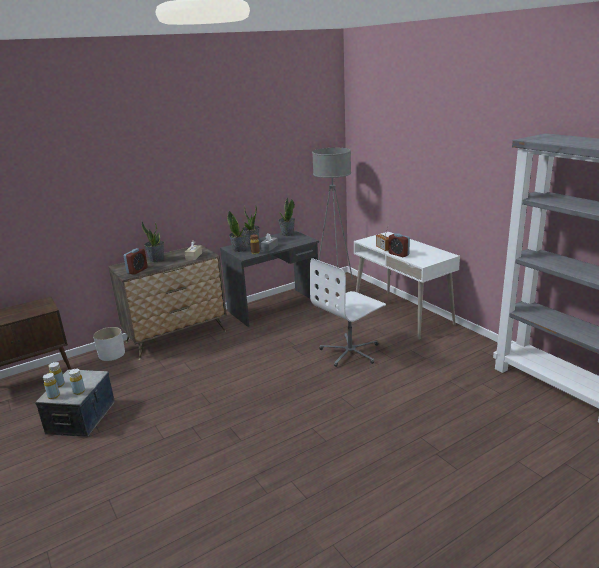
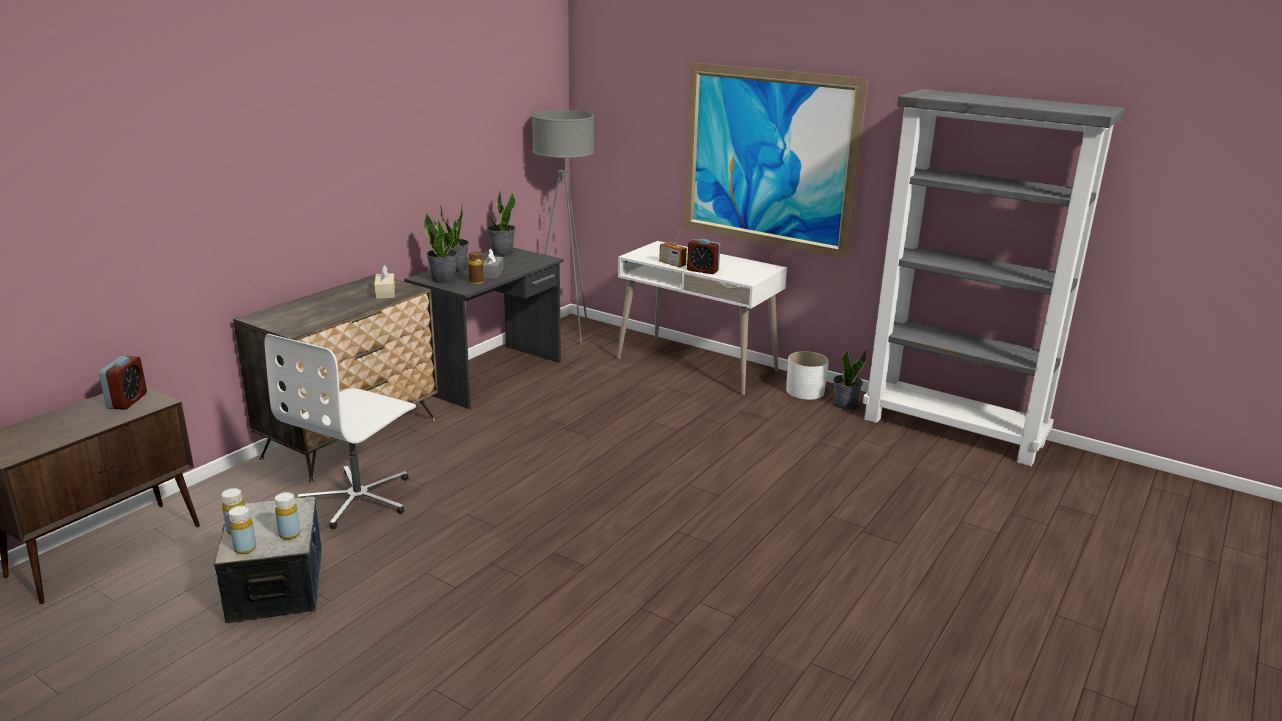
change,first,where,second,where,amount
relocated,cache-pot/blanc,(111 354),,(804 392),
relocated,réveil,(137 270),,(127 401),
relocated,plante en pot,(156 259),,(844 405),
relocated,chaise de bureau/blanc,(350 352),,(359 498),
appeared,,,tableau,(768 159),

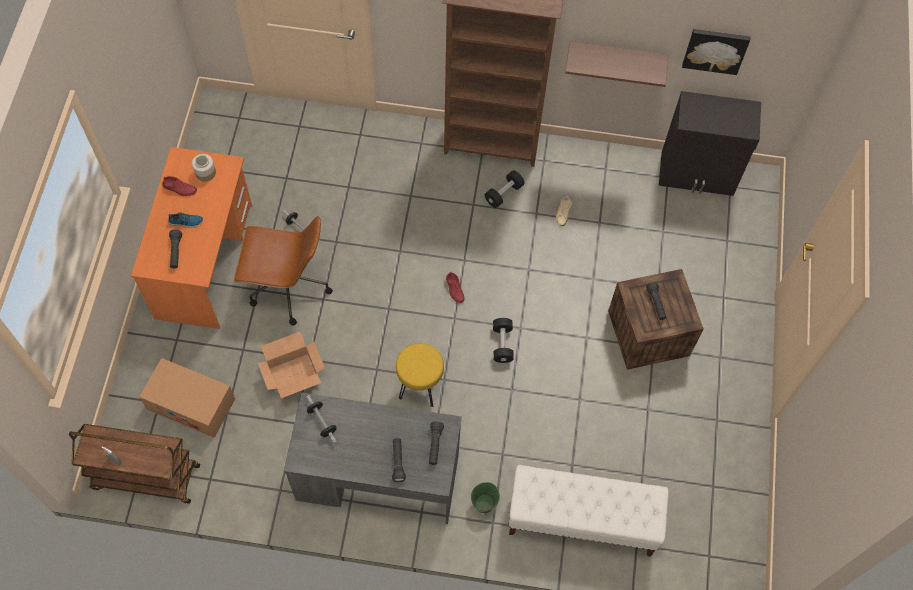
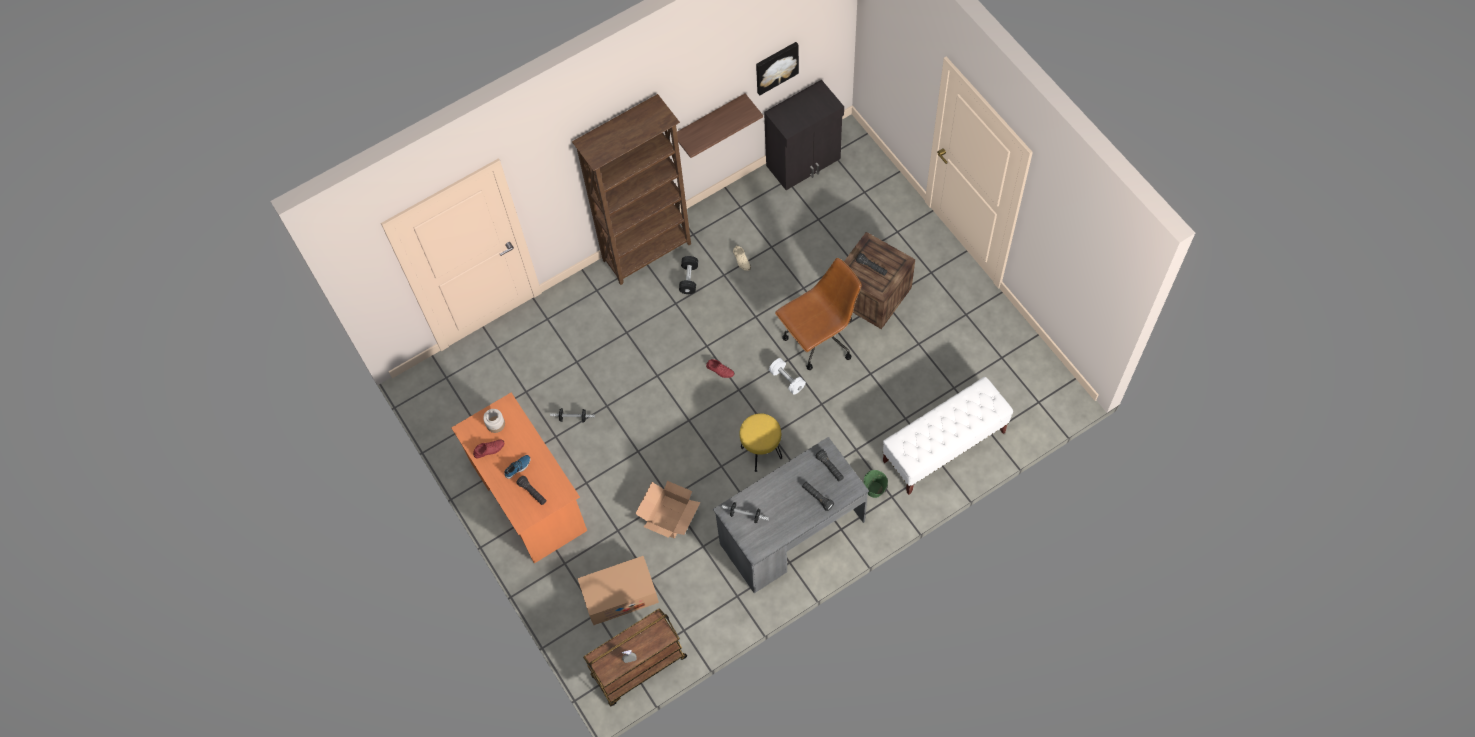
change,first,where,second,where,amount
relocated,chaise de bureau/marron,(287 288),,(819 339),
colour,haltère/noir,(502 344),haltère/blanc,(787 380),

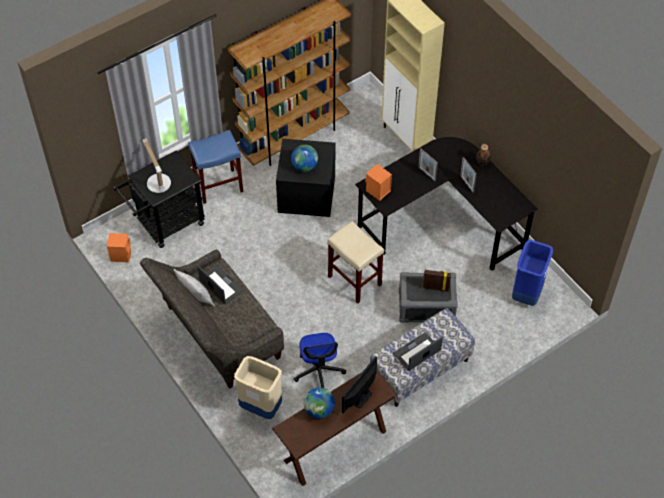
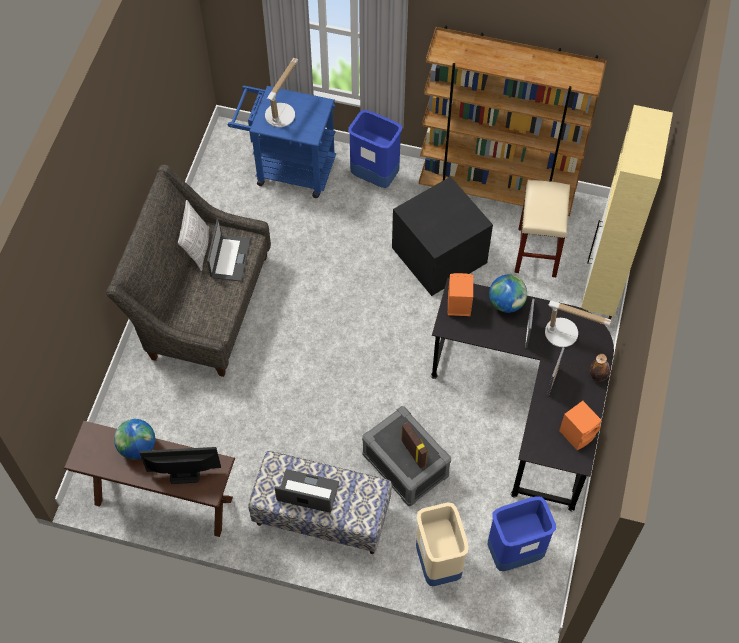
change,first,where,second,where,amount
relocated,enceinte/orange,(121 254),,(578 433),
colour,chariot/noir,(166 224),chariot/bleu,(288 169),
exchanged,tabouret/bleu,(219 185),poubelle/bleu,(375 176),
relocated,poubelle/beige,(261 406),,(438 563),
relocated,globe,(304 166),,(506 303),
missing,chaise de bureau,(319 371),,,
relocated,tabouret/beige,(354 280),,(536 251),
appeared,,,lampe de table,(565 334),

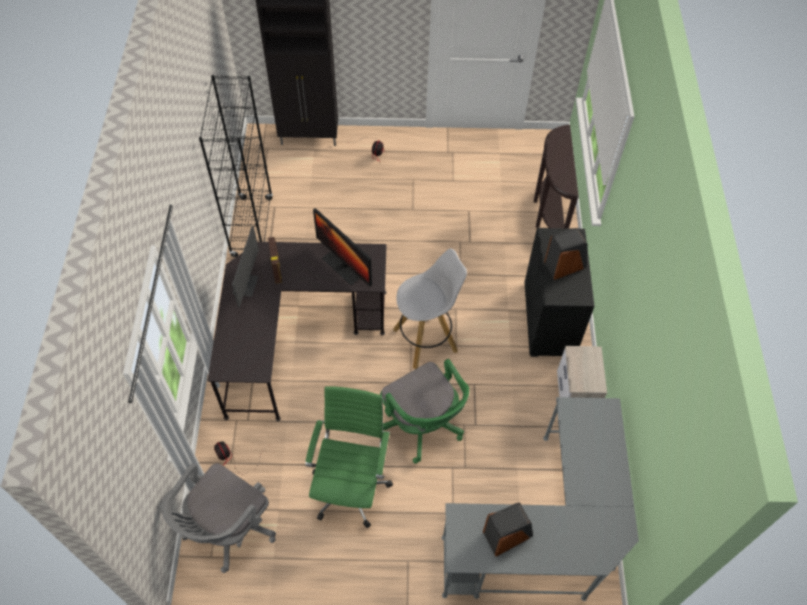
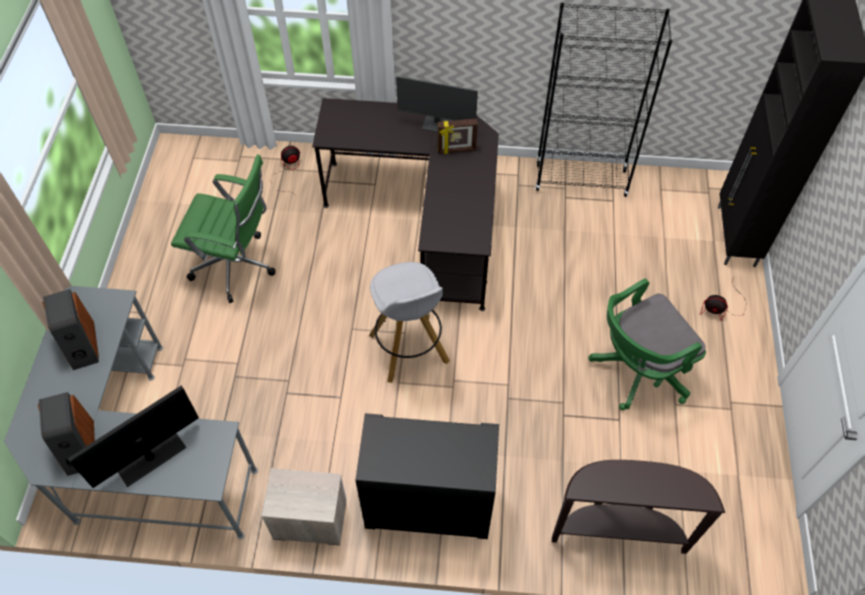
change,first,where,second,where,amount
missing,chaise de bureau/gris,(227 529),,,
relocated,écran d'ordinateur,(344 266),,(149 456),
relocated,chaise de bureau/vert,(423 426),,(636 371),
relocated,enceinte,(565 265),,(79 447),

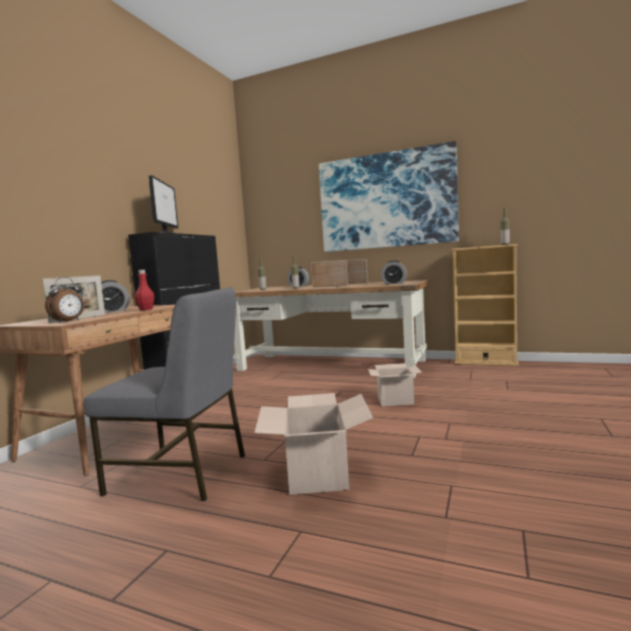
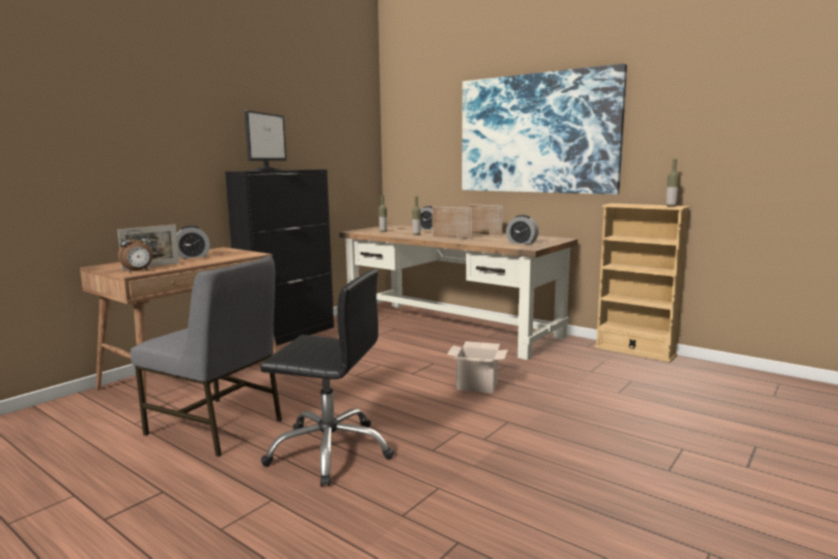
change,first,where,second,where,amount
missing,bouteille/rouge,(146 309),,,
exchanged,carton,(318 473),chaise de bureau/noir,(330 451),

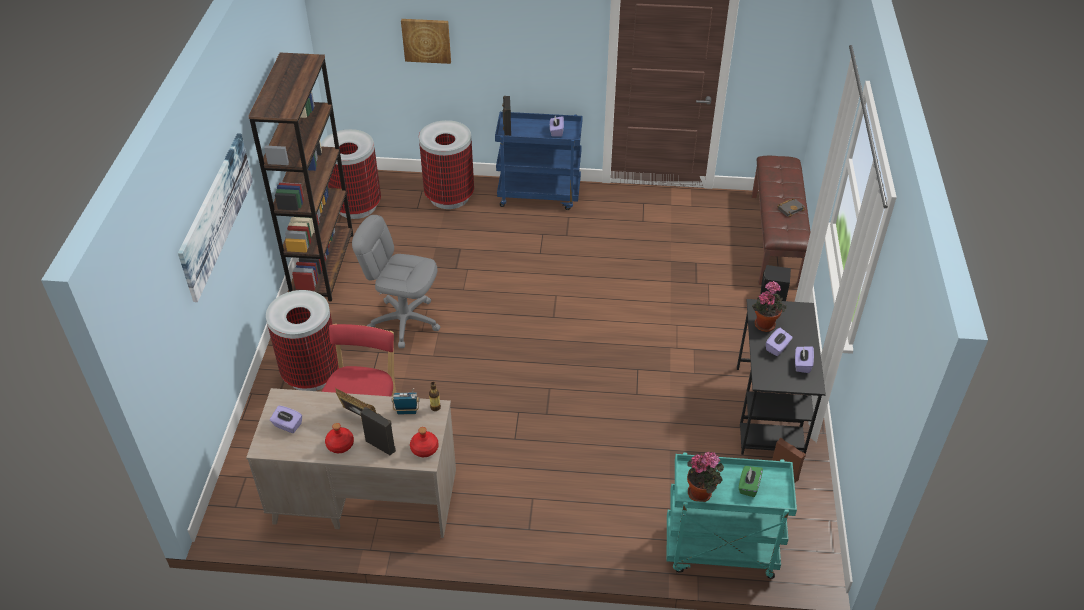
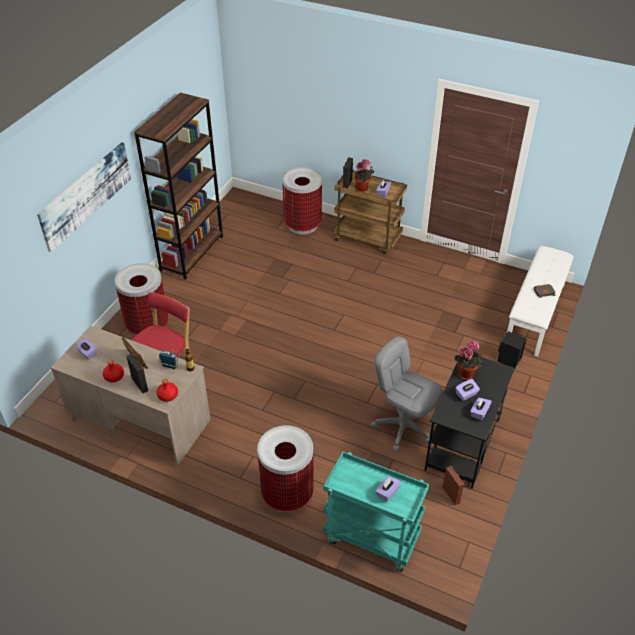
change,first,where,second,where,amount
relocated,poubelle,(356 206),,(287 494),
relocated,chaise de bureau/gris,(405 321),,(403 426),
missing,tableau,(426 40),,,
colour,chariot/bleu,(539 195),chariot/marron,(368 239),
relocated,plante en pot,(702 493),,(363 189),
colour,boîte à mouchoirs/vert,(748 486),boîte à mouchoirs/violet,(387 492),
colour,banc/marron,(776 239),banc/blanc,(535 314),

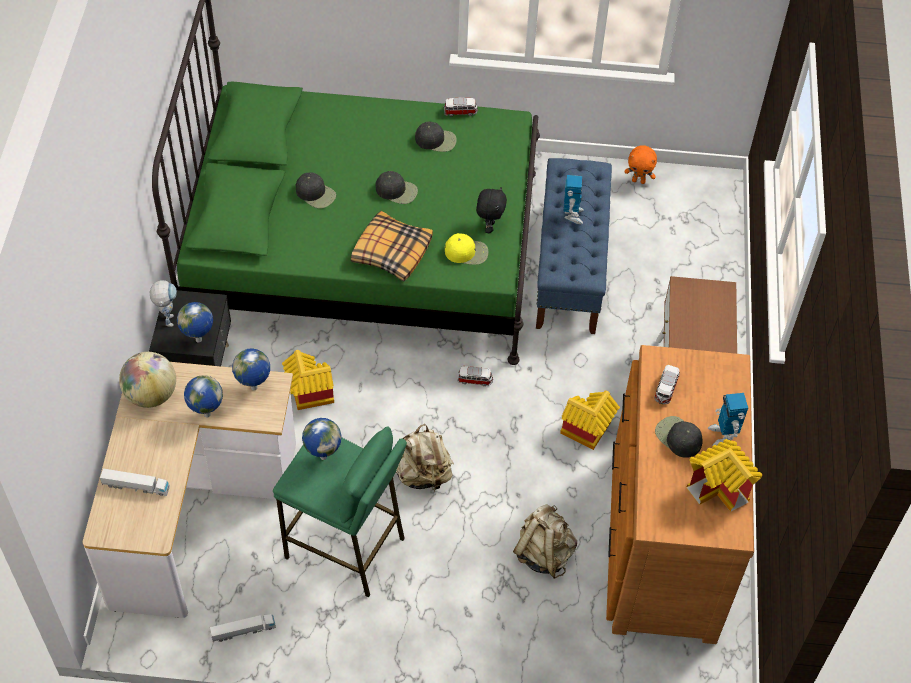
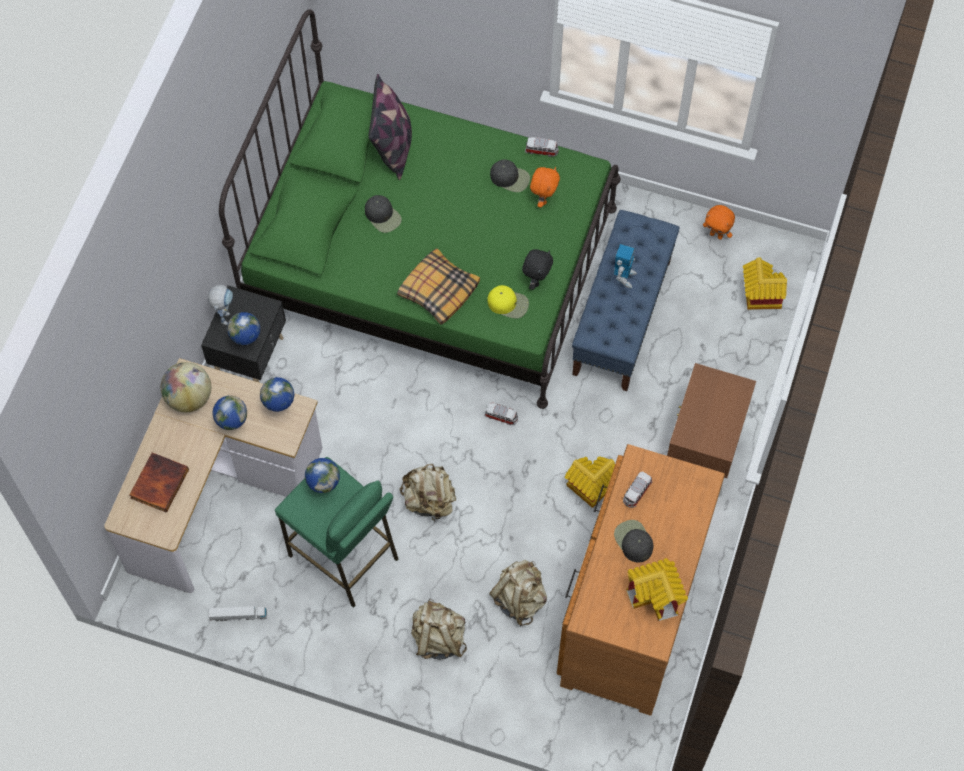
change,first,where,second,where,amount
exchanged,camion jouet,(136 486),livre,(158 483),
relocated,maison miniature,(307 395),,(758 297),
missing,casquette/noir,(397 191),,,
missing,robot jouet,(723 435),,,
appeared,,,coussin,(393 147),
appeared,,,sac à dos/beige,(438 638),
appeared,,,peluche/orange,(543 199),

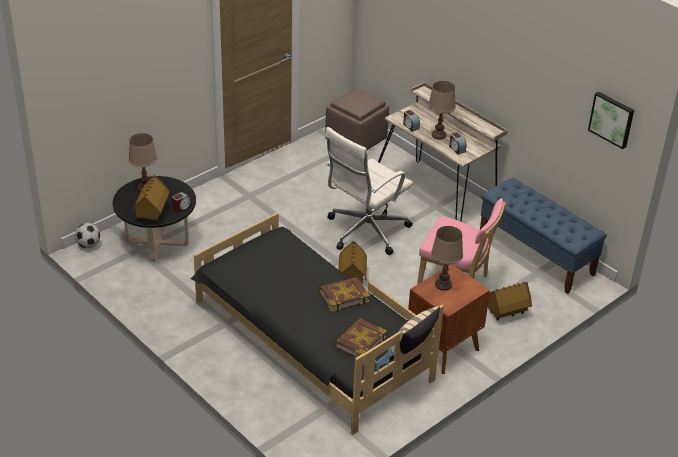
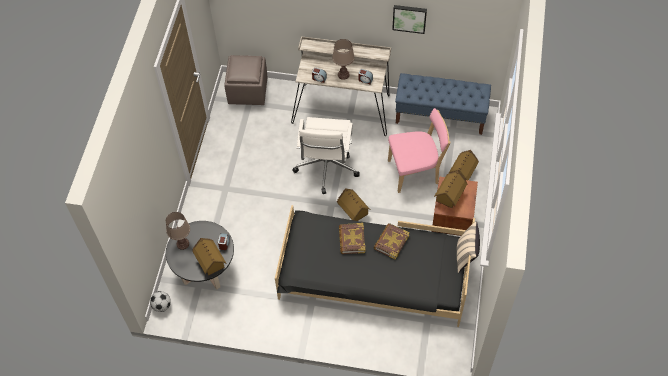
change,first,where,second,where,amount
relocated,livre,(360 342),,(351 240),
exchanged,lampe de table/marron,(443 284),maison miniature,(449 196),
relocated,tableau,(612 119),,(409 18),

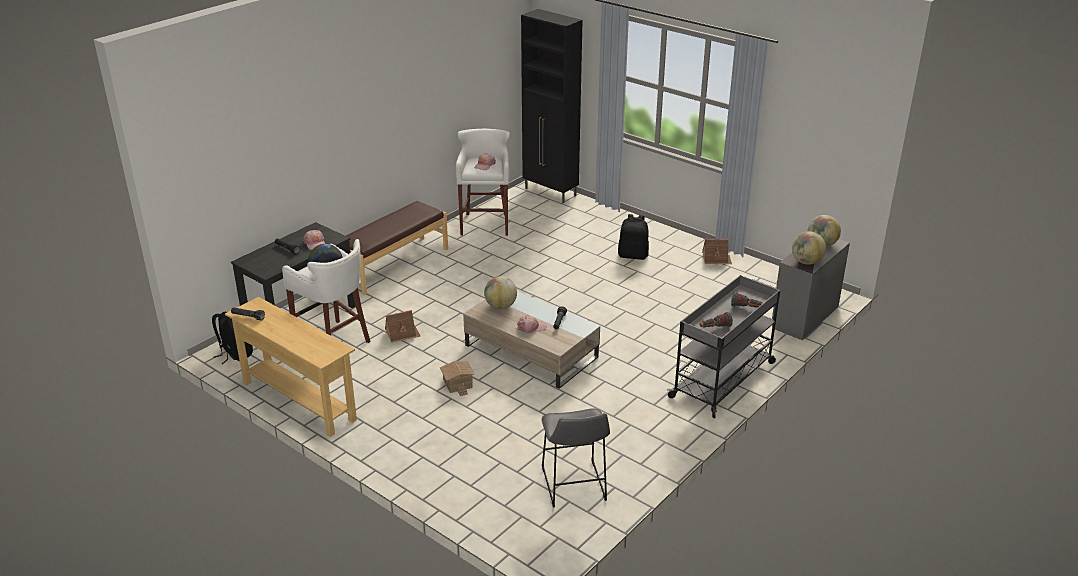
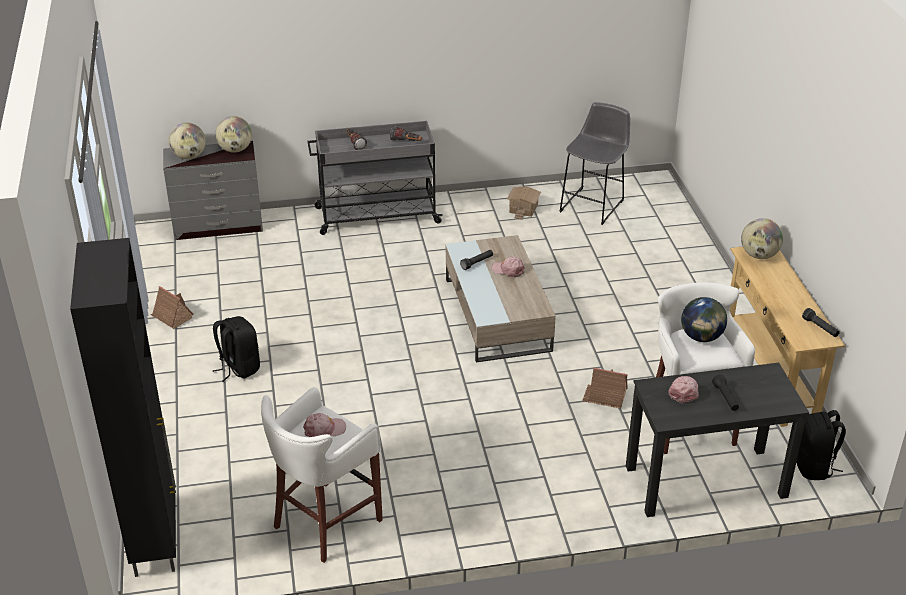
change,first,where,second,where,amount
missing,banc/marron,(394 264),,,
relocated,maison miniature,(457 384),,(524 208),
relocated,globe,(500 306),,(759 255),

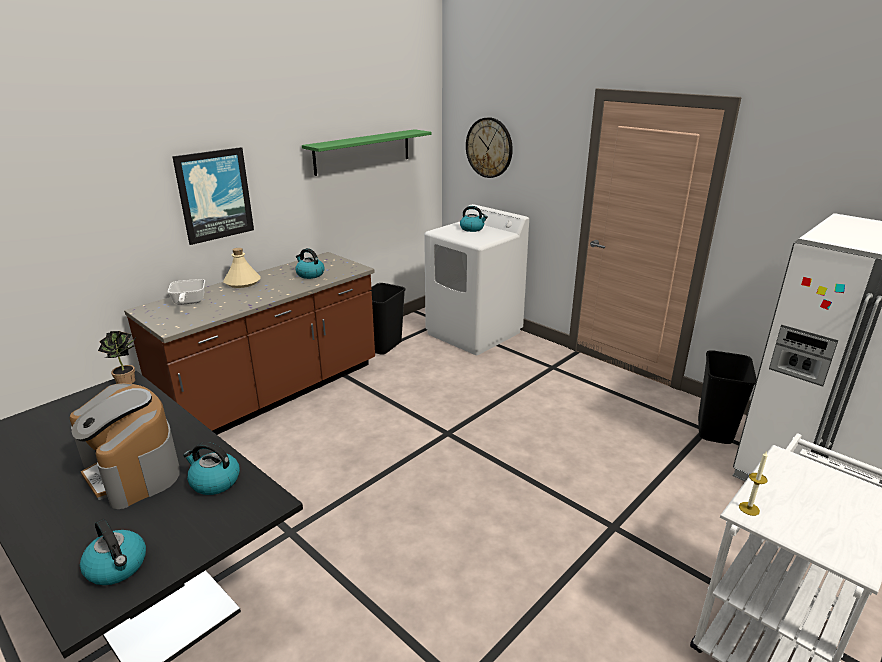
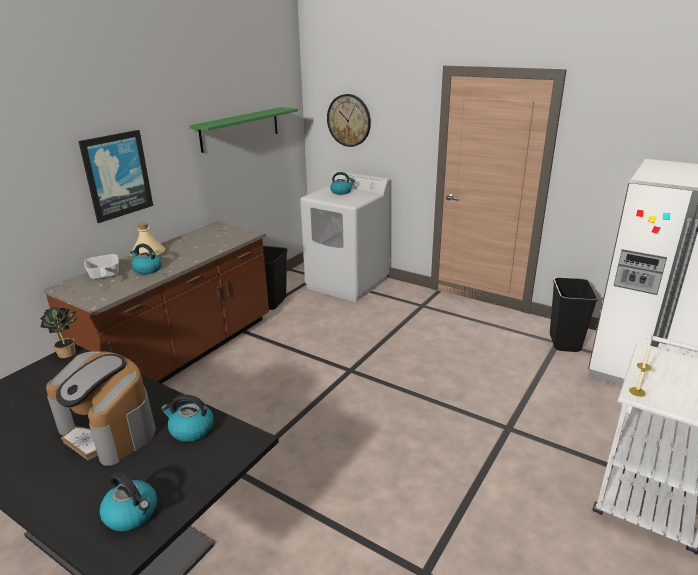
change,first,where,second,where,amount
relocated,bouilloire,(310 274),,(147 269),

